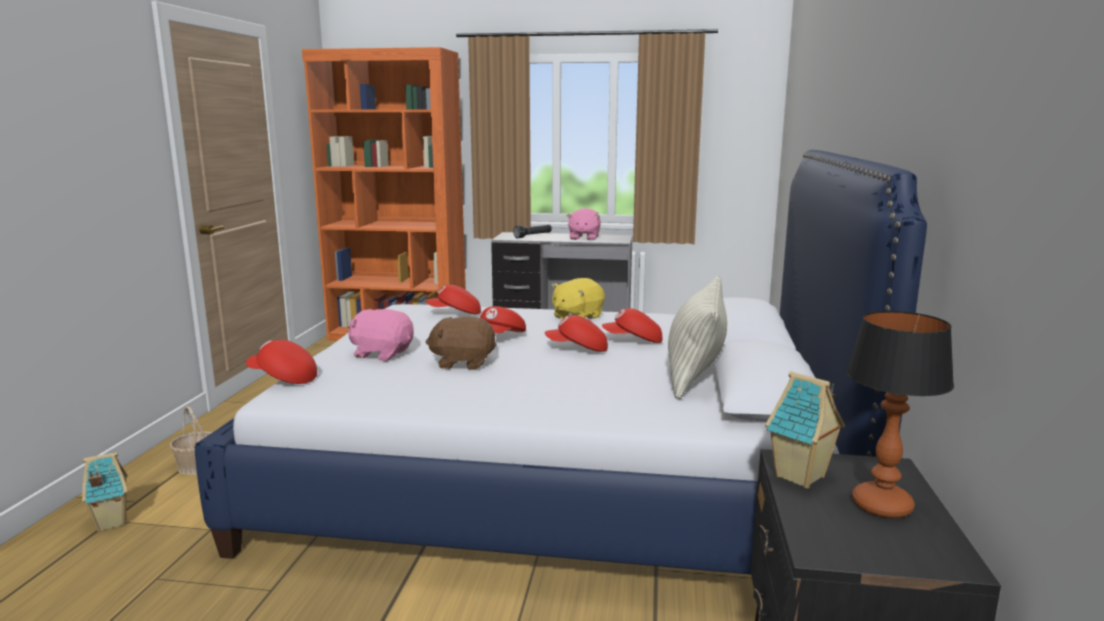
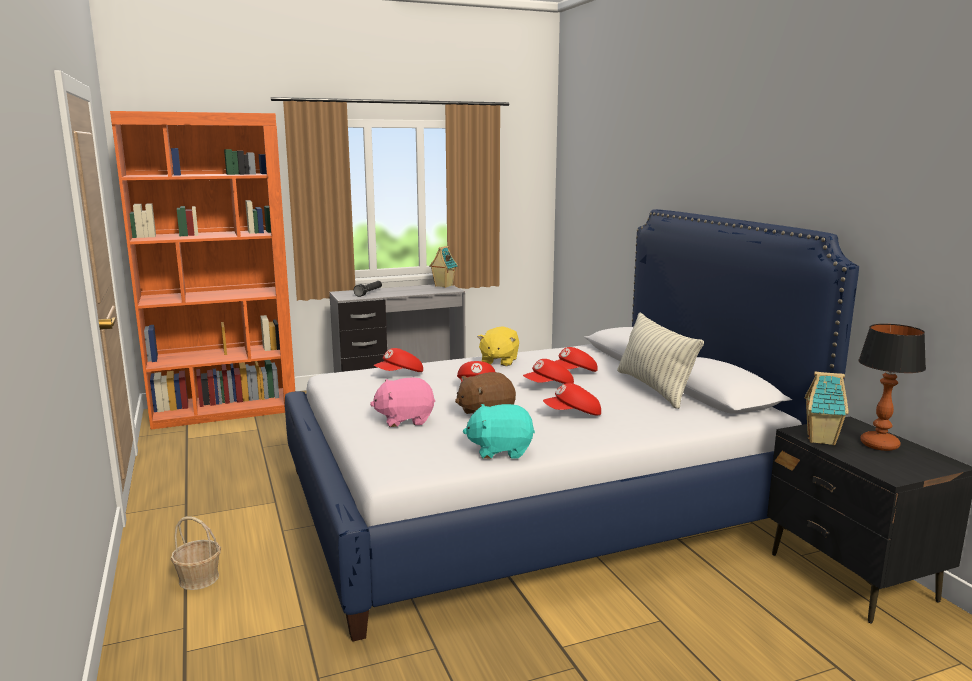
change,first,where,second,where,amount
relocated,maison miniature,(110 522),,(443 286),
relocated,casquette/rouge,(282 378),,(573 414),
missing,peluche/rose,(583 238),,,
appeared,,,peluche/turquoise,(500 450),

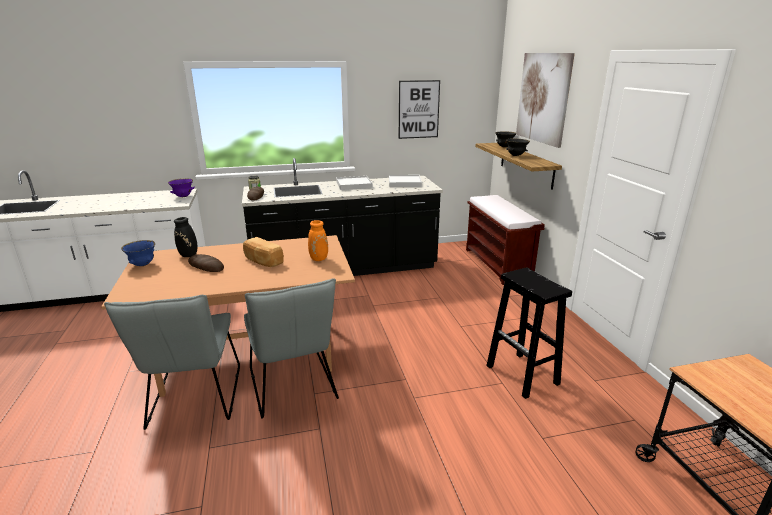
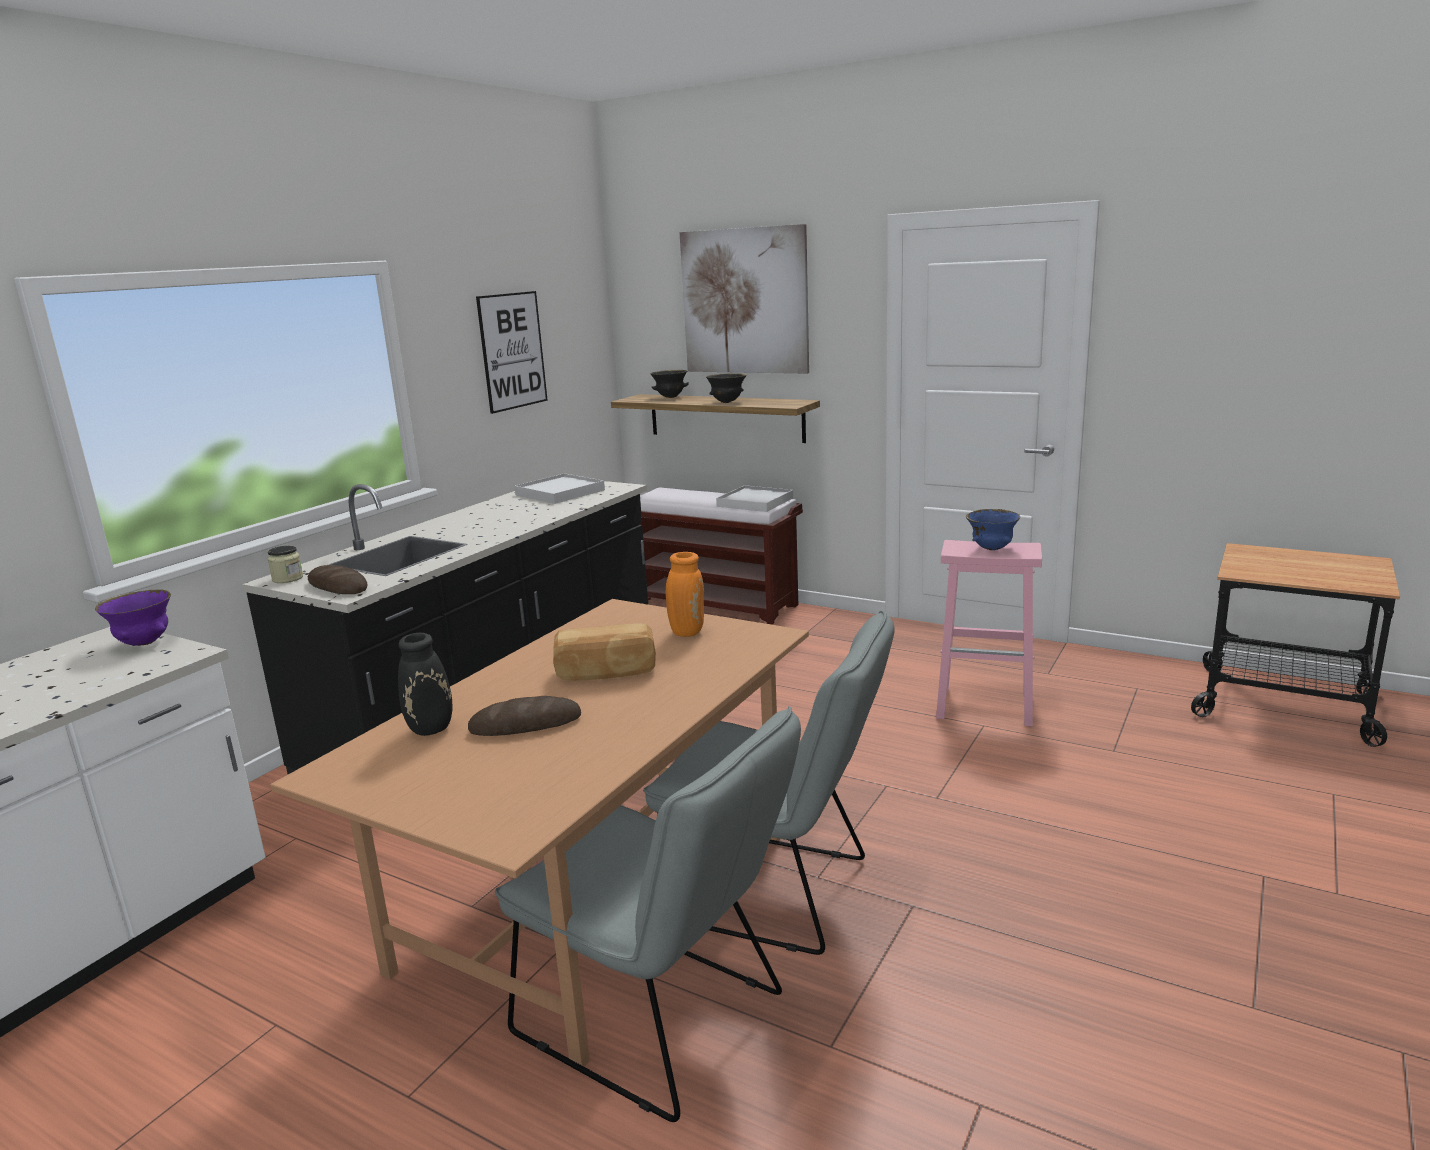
change,first,where,second,where,amount
relocated,bol/bleu,(143 265),,(991 549),
relocated,plateau/blanc,(354 185),,(755 502),
colour,tabouret/noir,(523 375),tabouret/rose,(986 706),

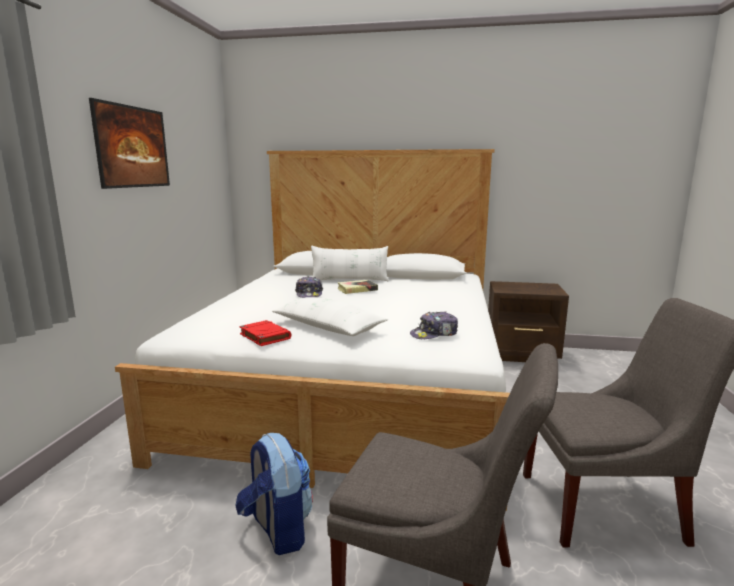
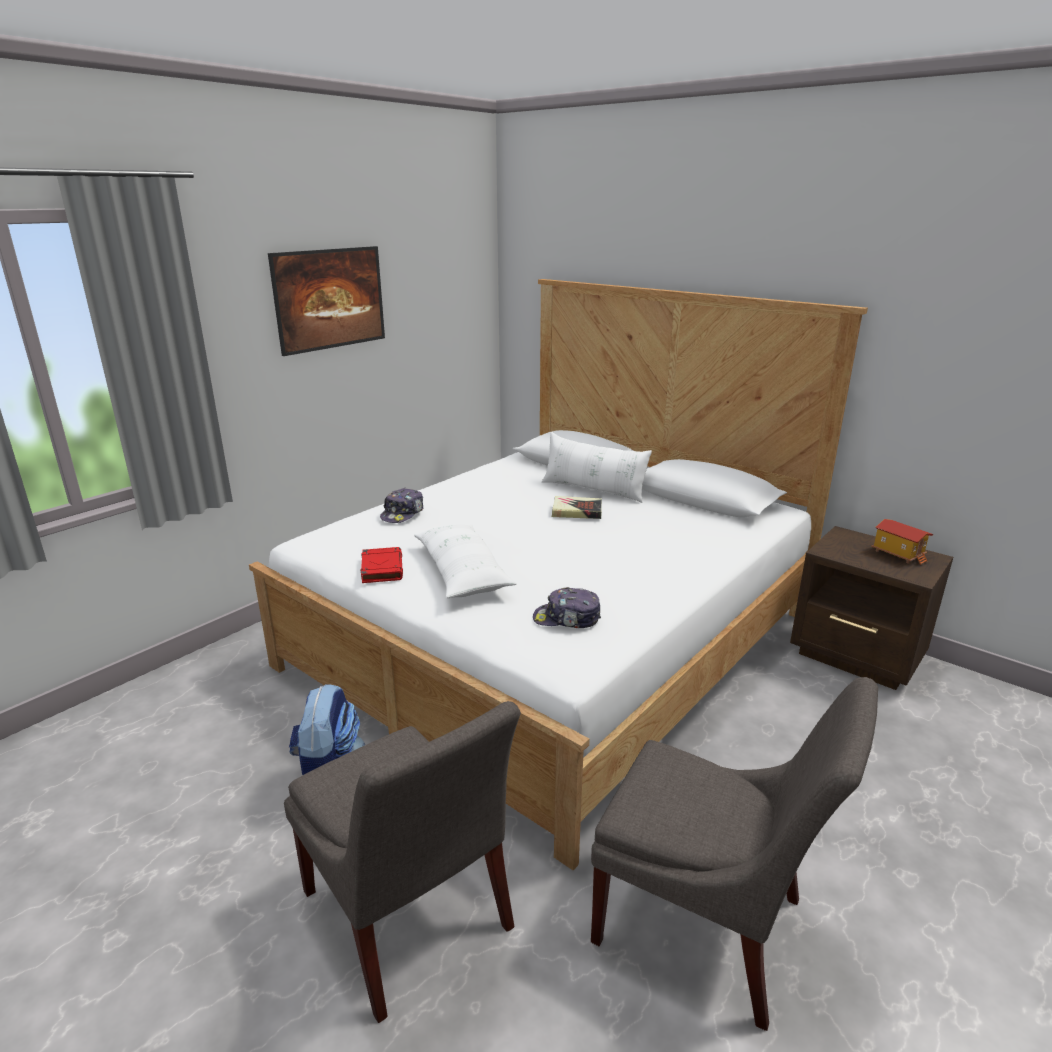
change,first,where,second,where,amount
relocated,casquette,(309 294),,(403 513),
appeared,,,maison miniature,(898 554),

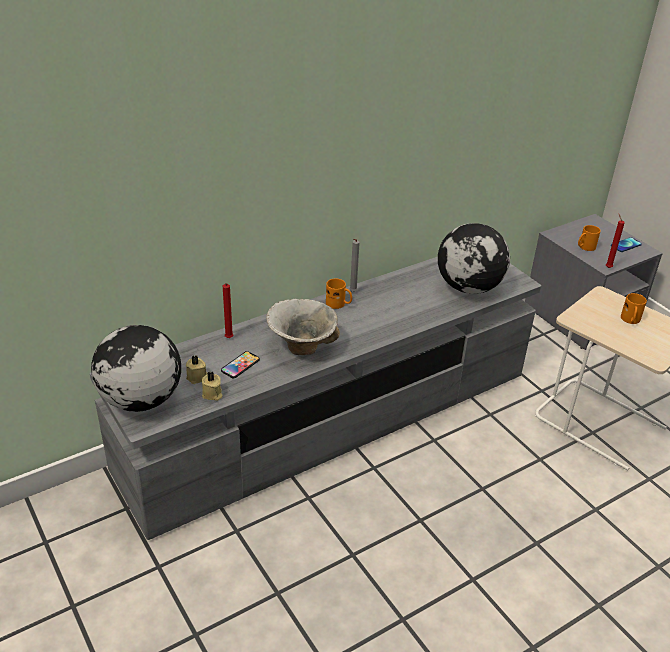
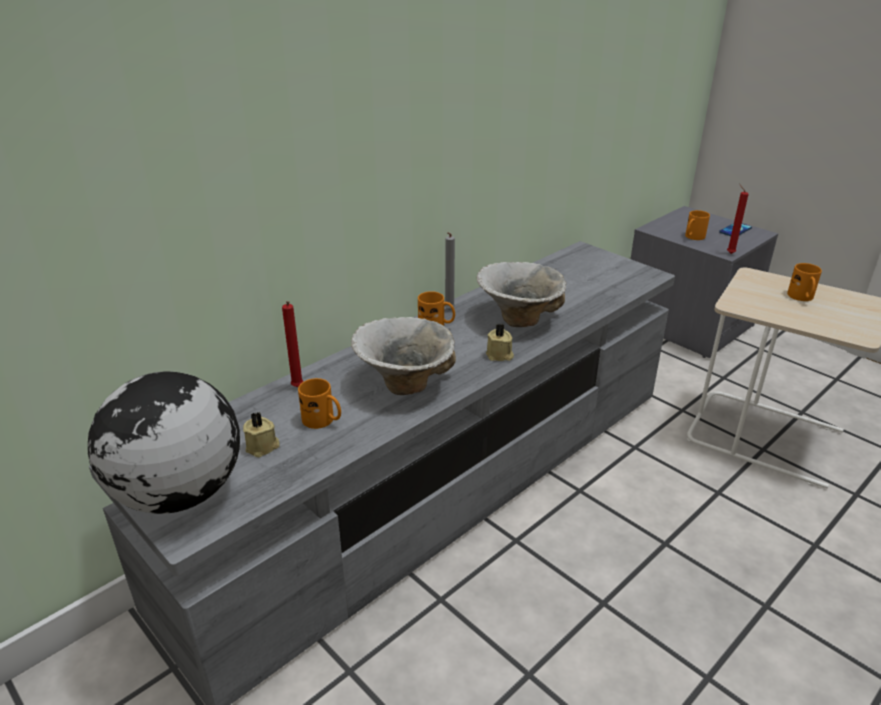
change,first,where,second,where,amount
relocated,bougie/beige,(212 394),,(499 355),
exchanged,téléphone,(240 365),mug/orange,(323 421),
missing,globe,(469 287),,,
appeared,,,bol,(519 319),

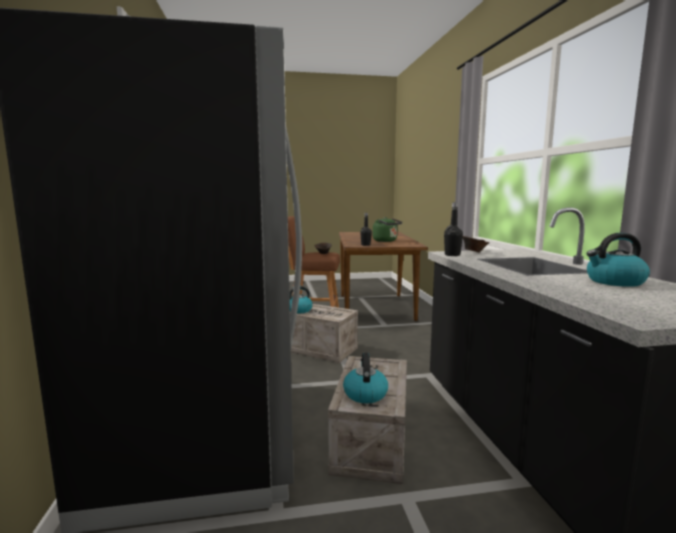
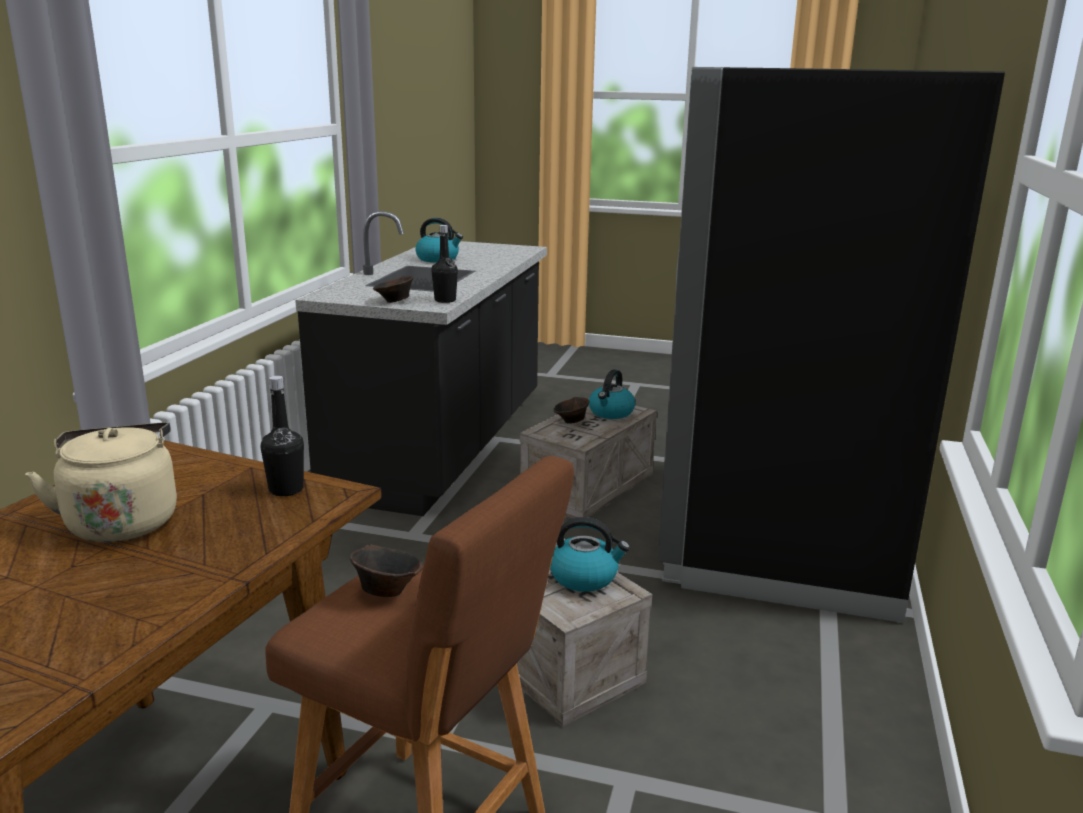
change,first,where,second,where,amount
colour,bouilloire/vert,(386 241),bouilloire/beige,(122 521),
appeared,,,bol/marron,(571 421),

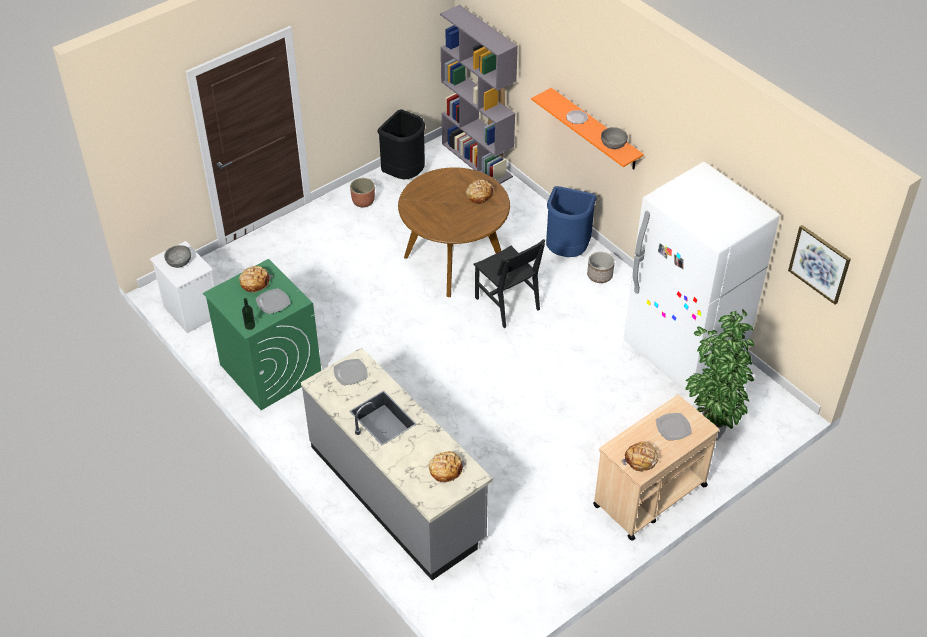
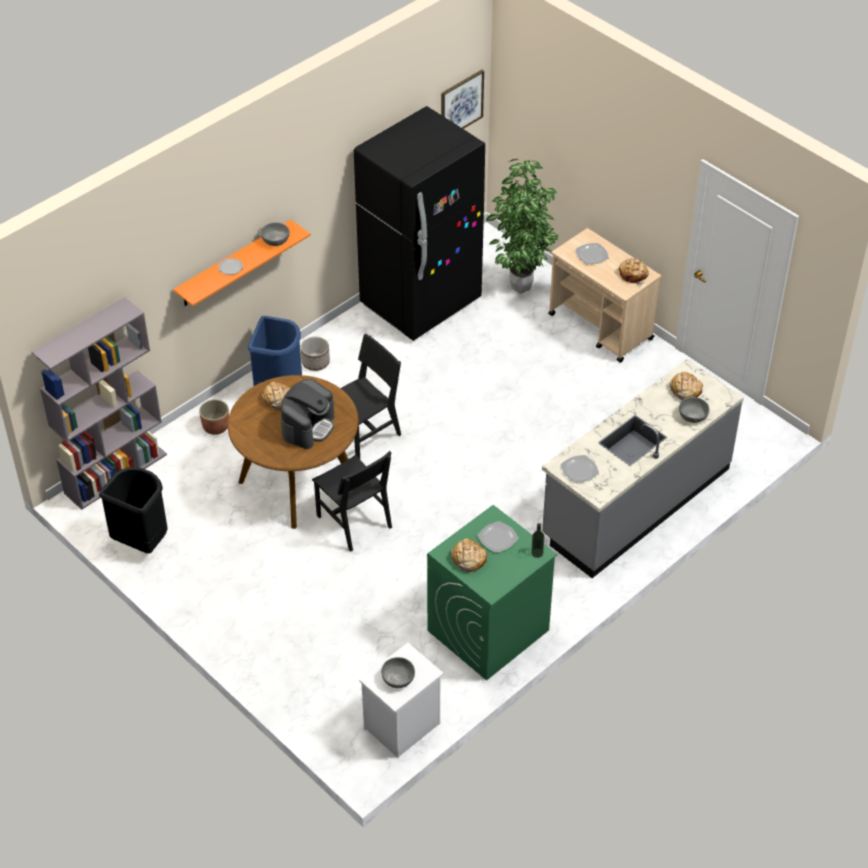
change,first,where,second,where,amount
relocated,cache-pot,(363 202),,(216 427),
colour,réfrigérateur/blanc,(683 352),réfrigérateur/noir,(421 302),
appeared,,,machine à café,(308 426),
appeared,,,chaise/noir,(354 521),
appeared,,,bol/gris,(693 415),

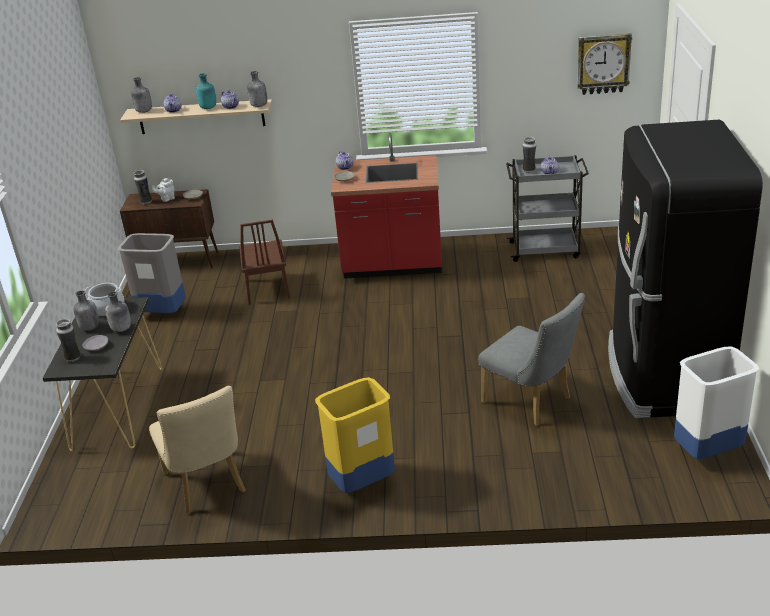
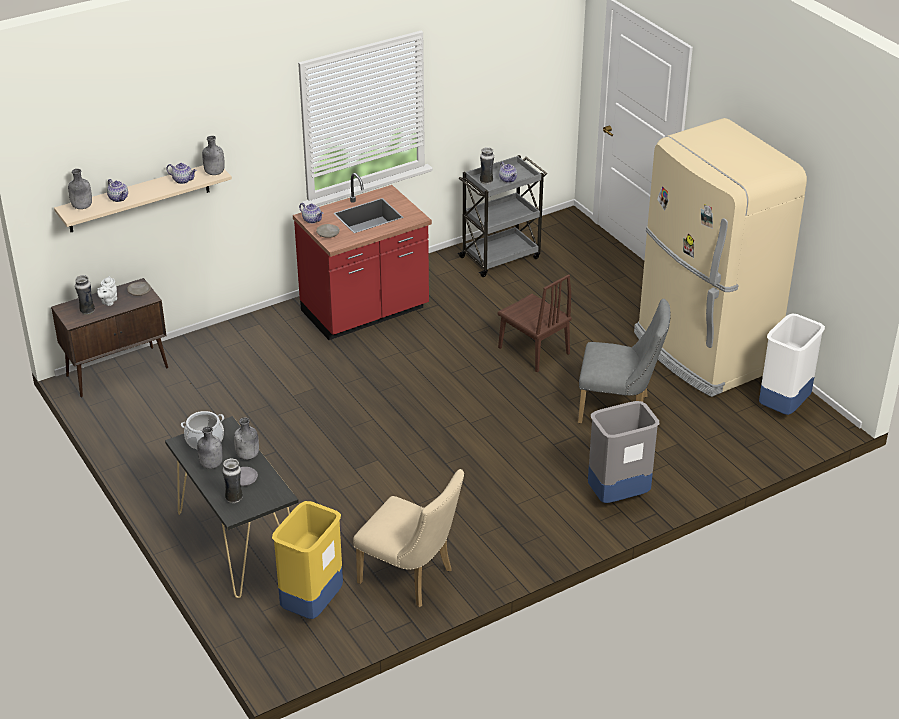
change,first,where,second,where,amount
relocated,poubelle/gris,(162 313),,(618 495),
missing,bouteille/turquoise,(208 108),,,
relocated,chaise/marron,(267 288),,(533 350),
relocated,poubelle/jaune,(362 482),,(312 604),
missing,horloge murale,(603 63),,,
colour,réfrigérateur/noir,(663 376),réfrigérateur/beige,(702 353),

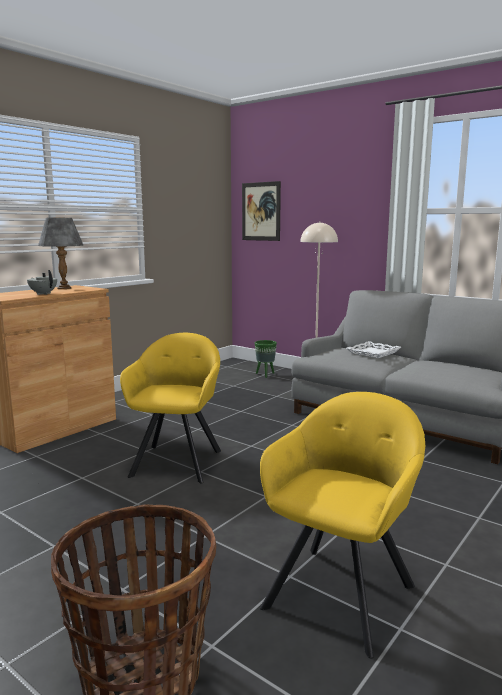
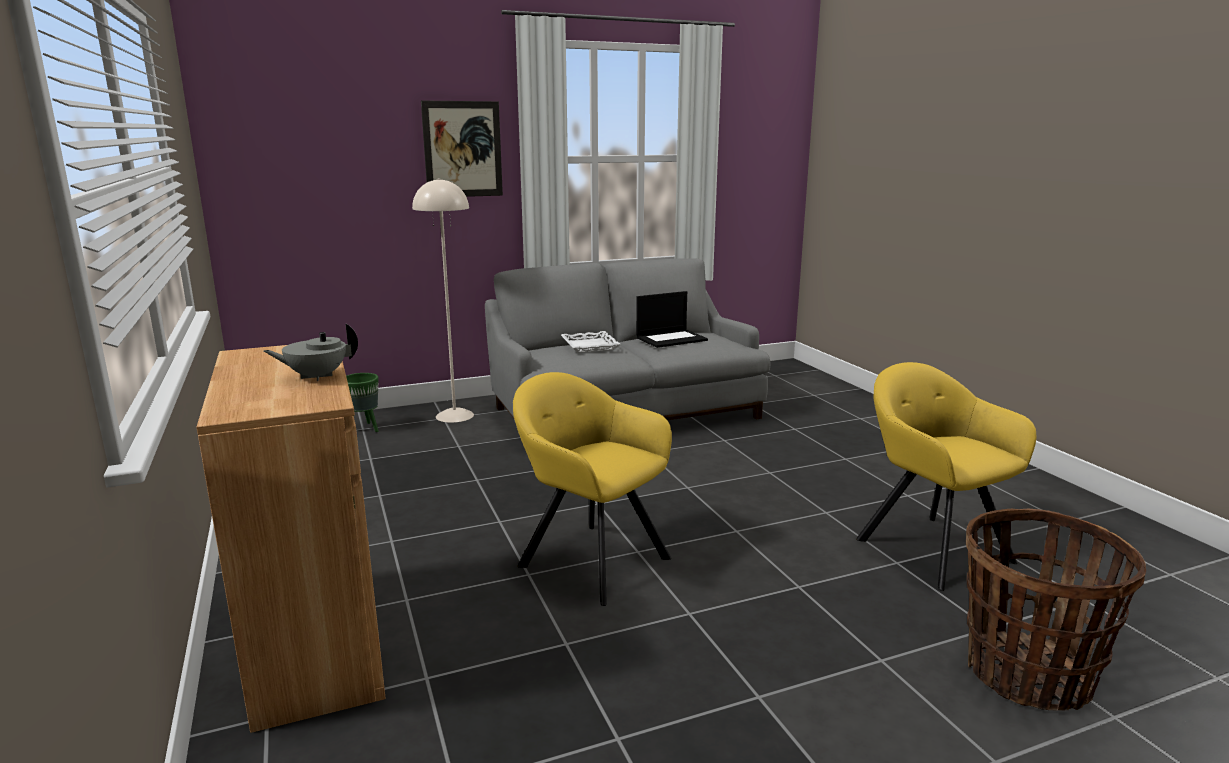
change,first,where,second,where,amount
missing,lampe de table/gris,(64 288),,,
relocated,tableau,(261 211),,(462 149),
appeared,,,ordinateur portable,(671 339),

